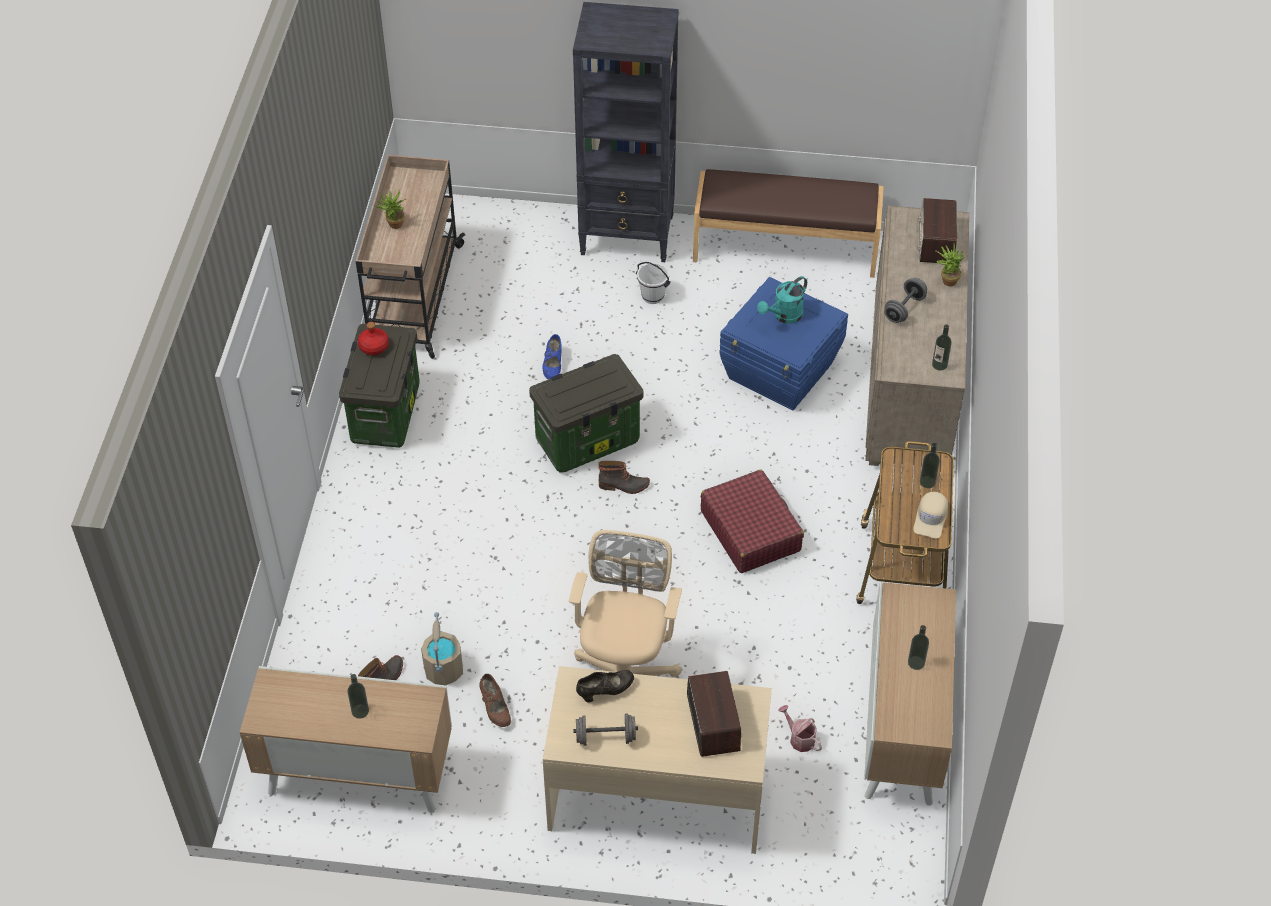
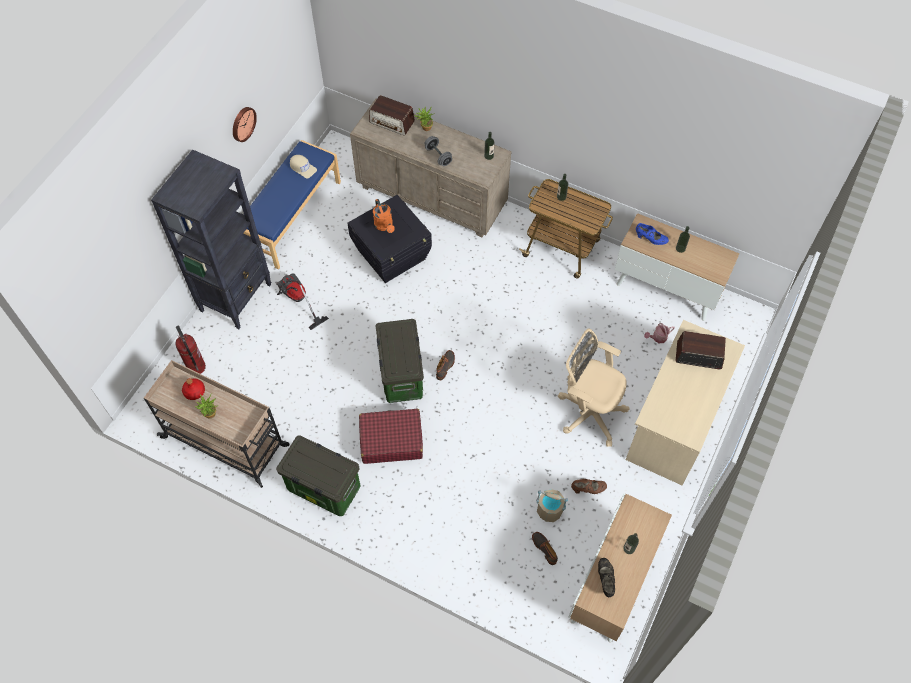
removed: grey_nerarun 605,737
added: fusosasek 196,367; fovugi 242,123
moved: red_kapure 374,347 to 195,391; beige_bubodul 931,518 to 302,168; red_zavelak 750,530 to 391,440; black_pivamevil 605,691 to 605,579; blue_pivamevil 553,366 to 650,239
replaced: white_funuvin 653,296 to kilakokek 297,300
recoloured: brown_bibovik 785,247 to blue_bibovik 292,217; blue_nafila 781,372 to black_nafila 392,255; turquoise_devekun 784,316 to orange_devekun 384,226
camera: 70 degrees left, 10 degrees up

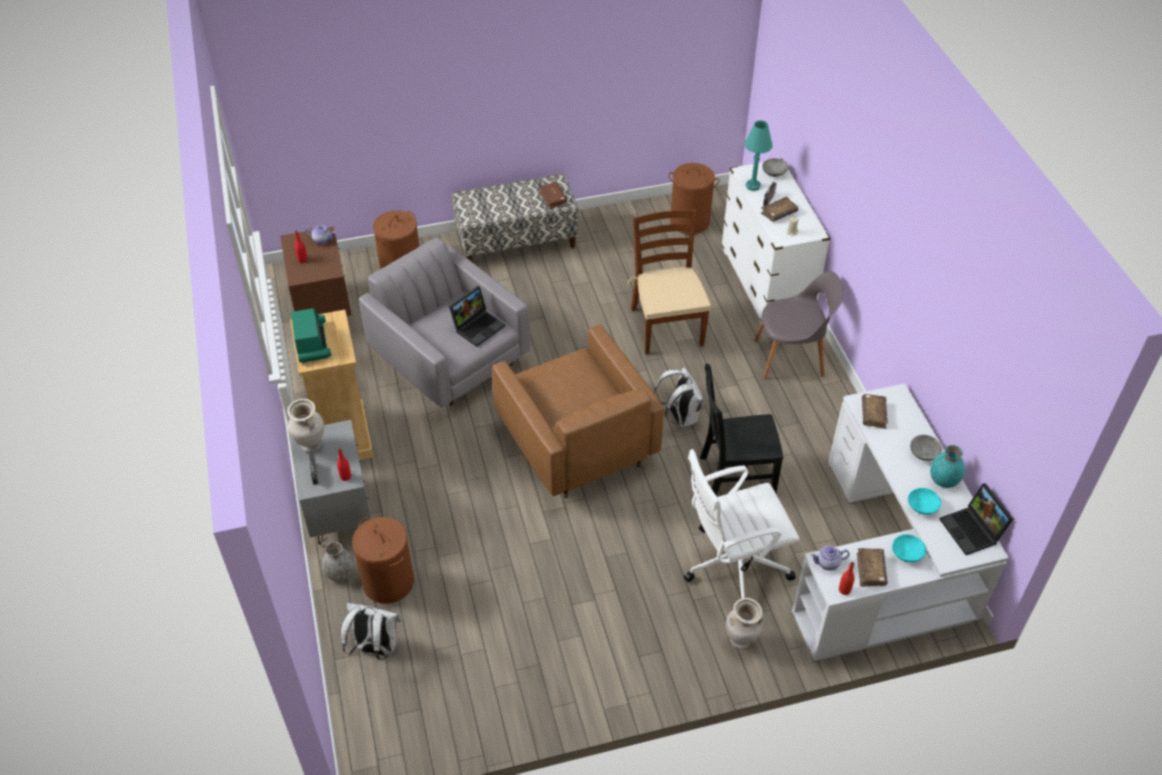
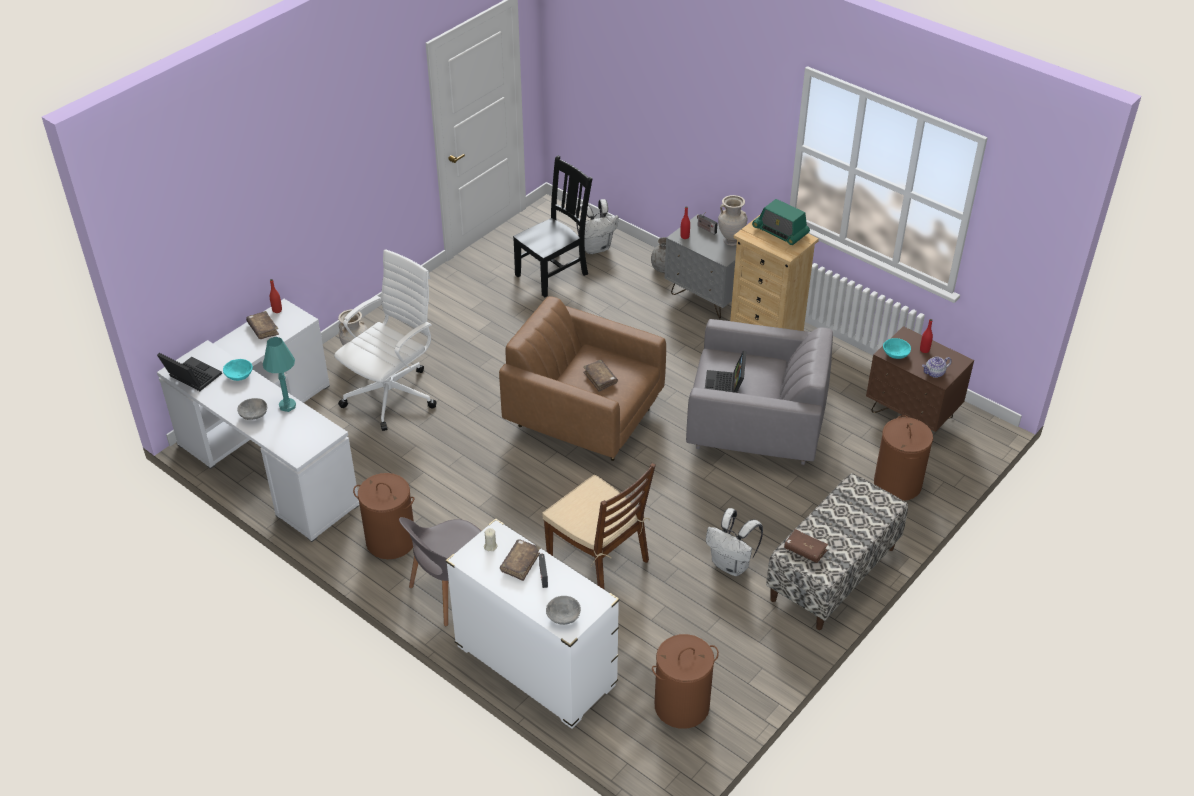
removed: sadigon 827,563; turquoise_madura 943,480
moved: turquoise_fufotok 753,186 to 287,406; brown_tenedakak 388,582 to 390,541; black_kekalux 734,474 to 553,273; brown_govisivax 873,414 to 600,378; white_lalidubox 680,417 to 732,565; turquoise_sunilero 907,554 to 895,354
camera: 145 degrees right, 5 degrees down

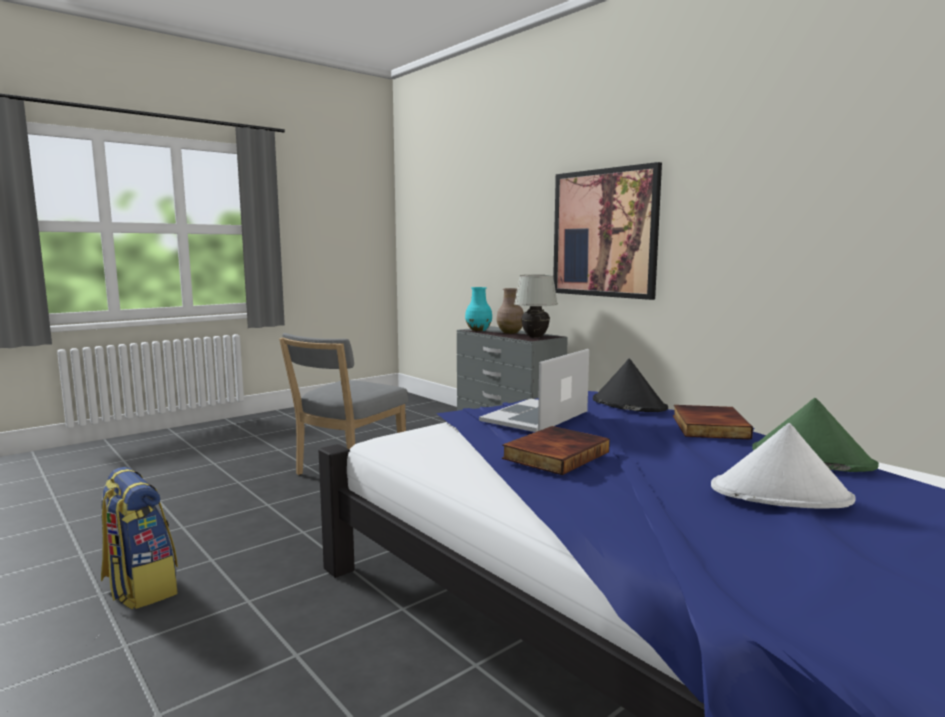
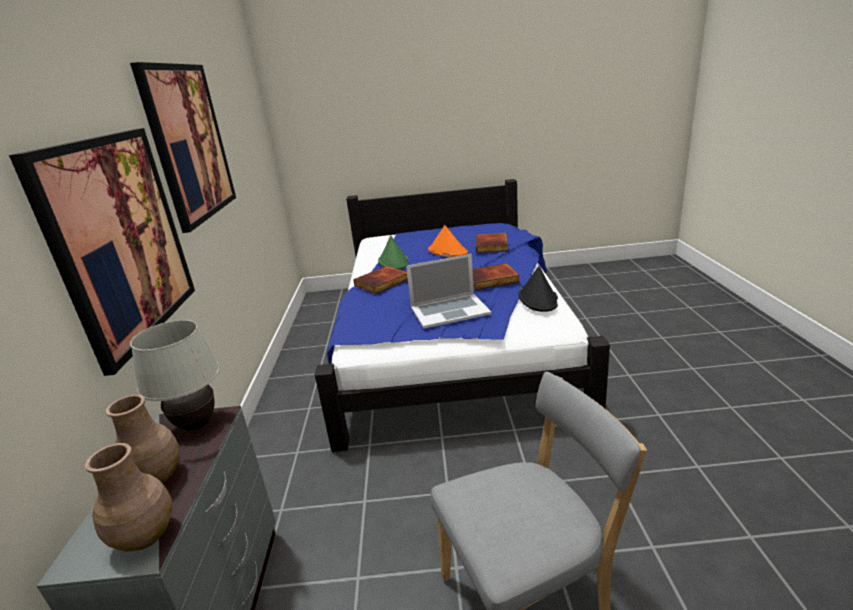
removed: lalidubox 140,588
added: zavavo 189,143; govisivax 492,245
moved: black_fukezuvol 628,404 to 538,298
recoloured: turquoise_madura 478,330 to brown_madura 145,537; white_fukezuvol 781,494 to orange_fukezuvol 447,251
camera: 140 degrees left, 15 degrees up

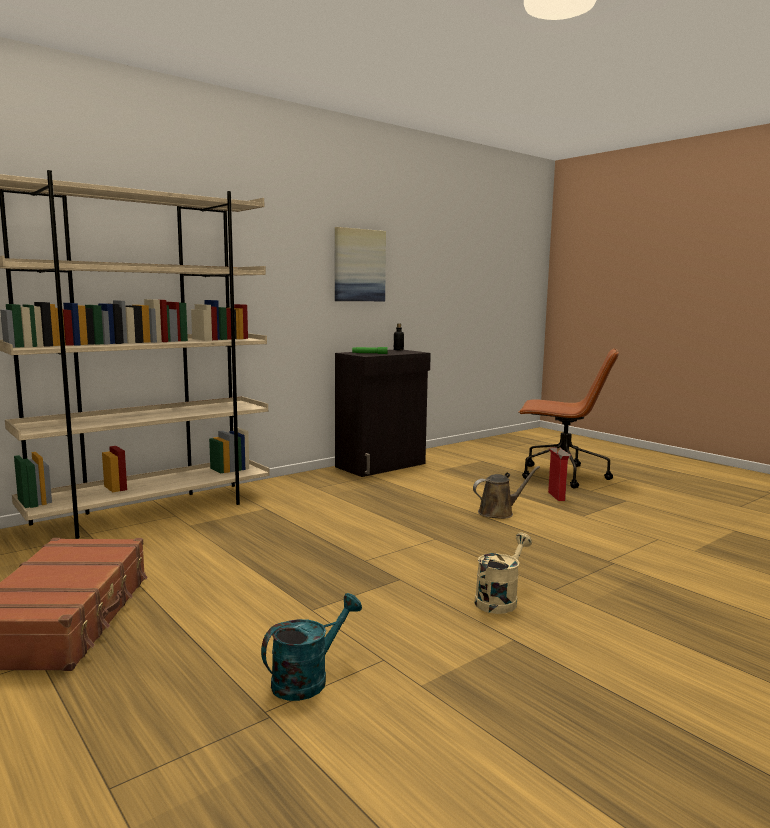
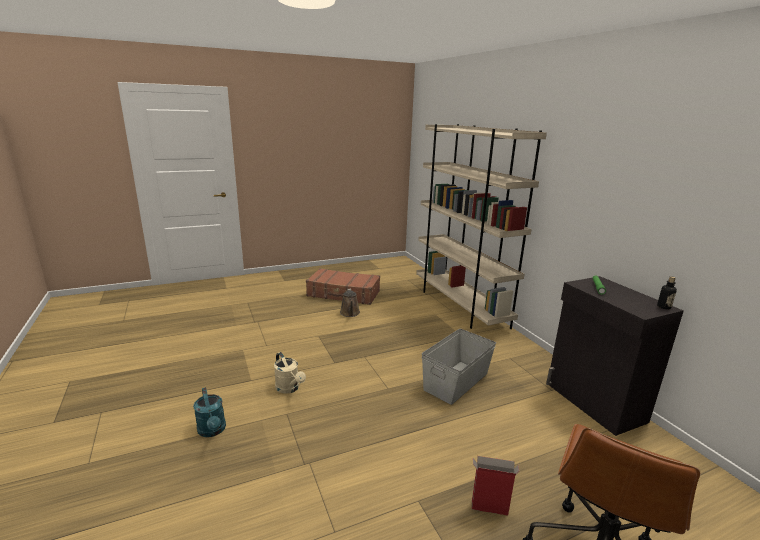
removed: zavavo 359,265
added: grey_nafila 457,381
moved: turquoise_devekun 308,679 to 212,431; brown_devekun 499,512 to 350,313
camera: 105 degrees right, 10 degrees up

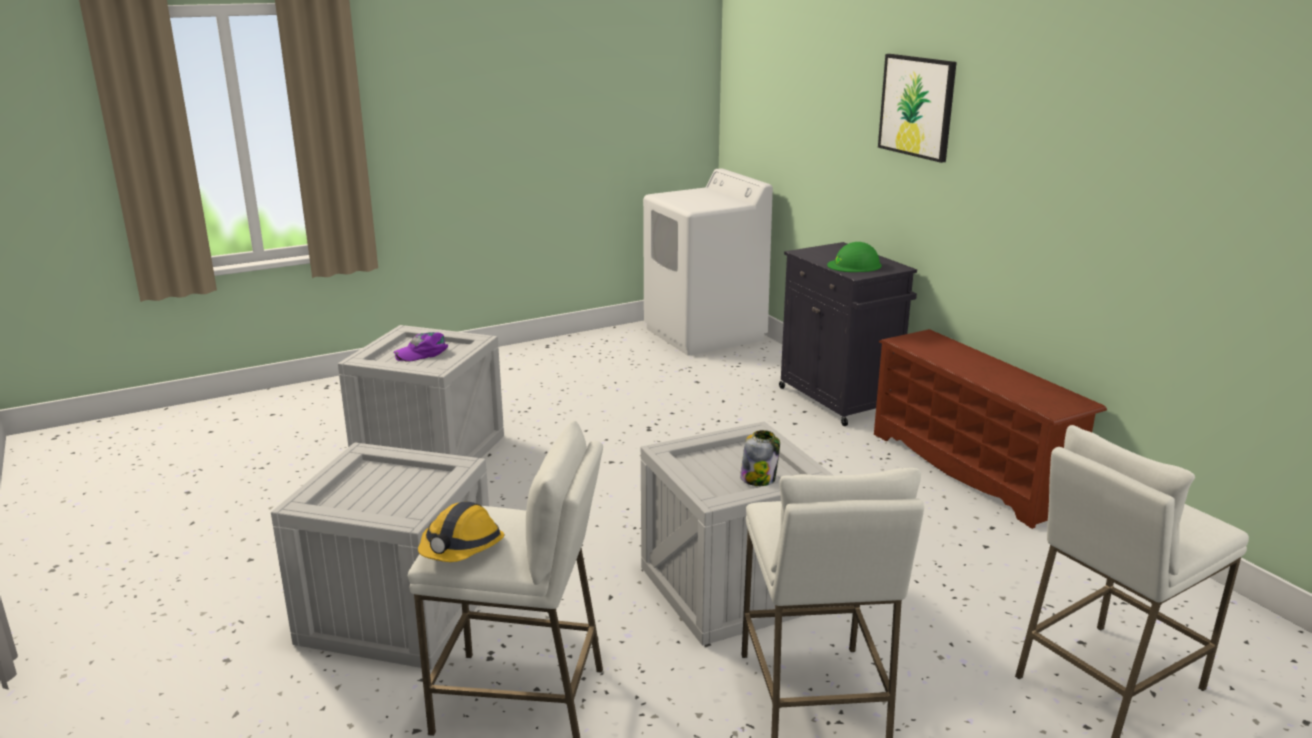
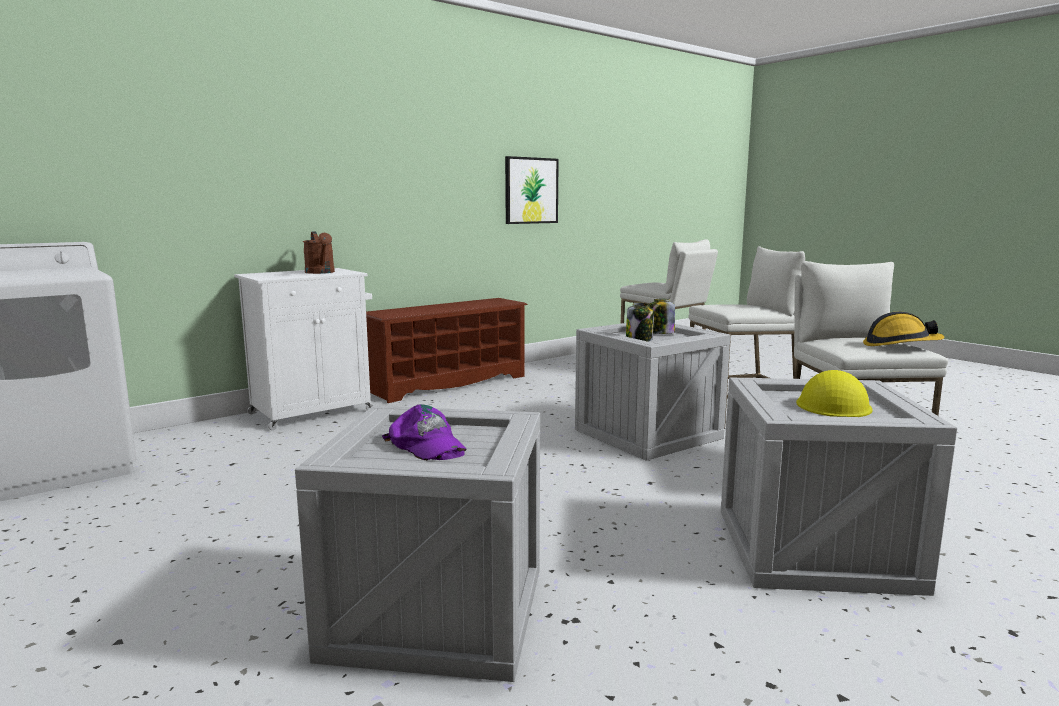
added: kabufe 639,339; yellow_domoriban 833,405
moved: zavavo 917,106 to 531,190
replaced: green_domoriban 854,265 to brown_devekun 321,272
recoloured: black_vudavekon 840,401 to white_vudavekon 313,411
camera: 100 degrees left, 10 degrees down

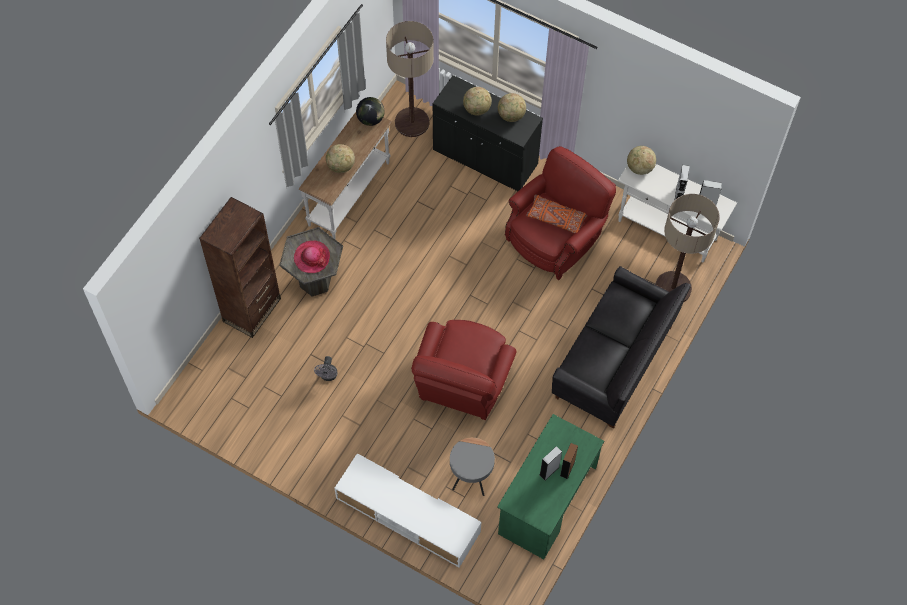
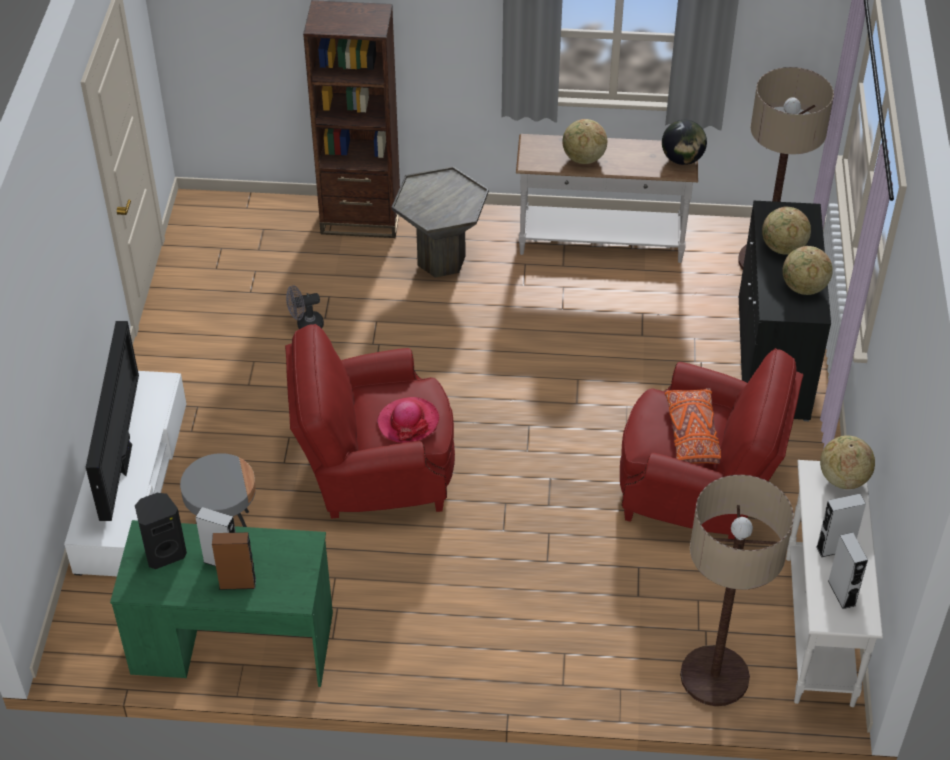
removed: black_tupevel 614,362
added: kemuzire 124,457; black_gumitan 164,553
moved: fukezuvol 312,257 to 408,422
camera: 65 degrees right, 15 degrees down

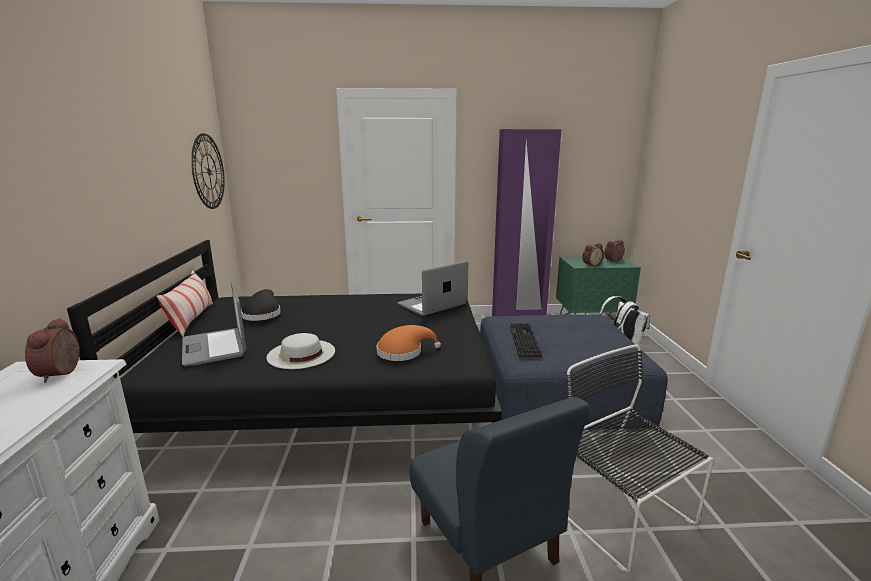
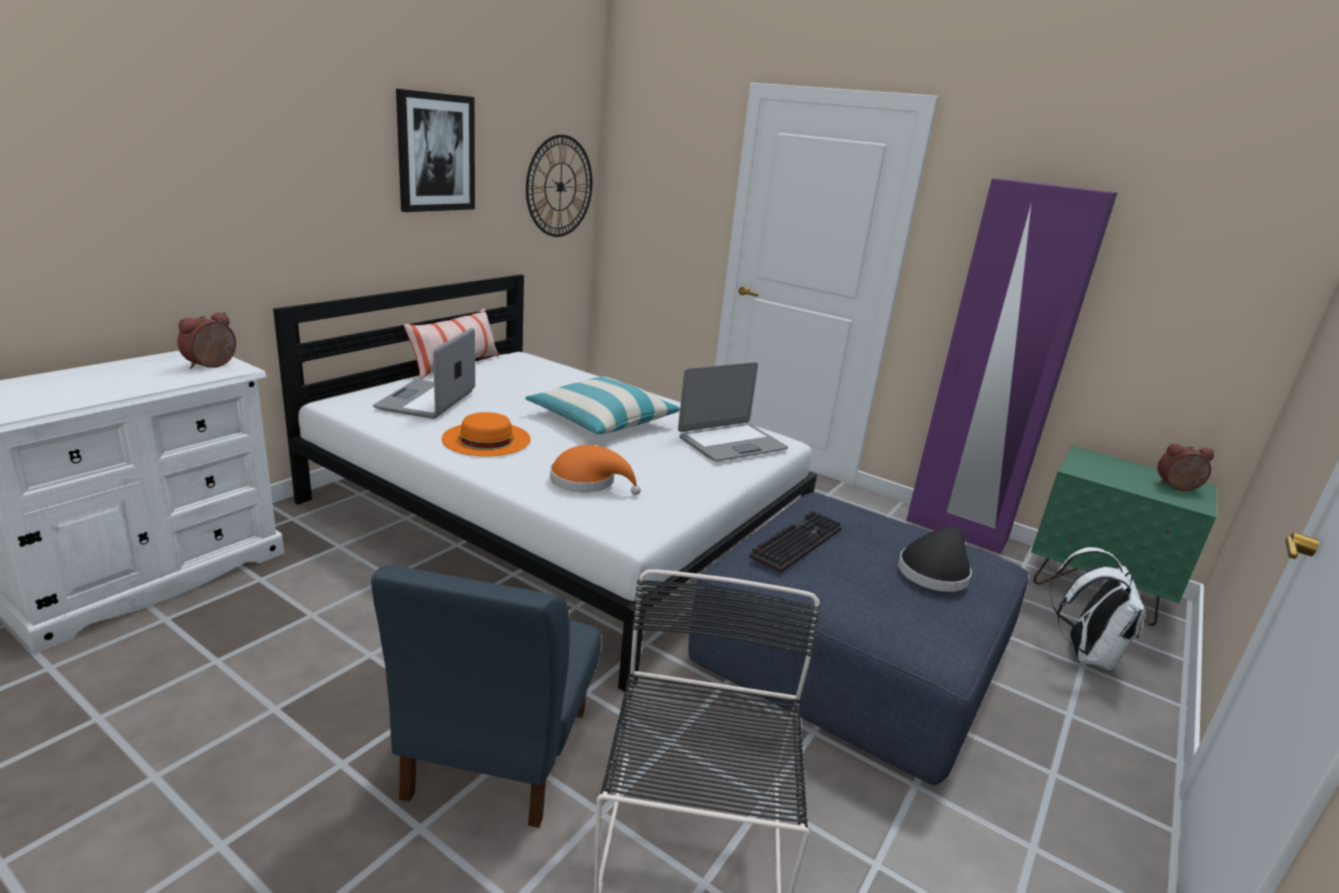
removed: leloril 591,265
added: zavavo 436,153; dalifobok 602,420
moved: black_fukezuvol 262,314 to 934,571
recoloured: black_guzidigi 331,397 to white_guzidigi 556,518; white_fukezuvol 301,354 to orange_fukezuvol 486,439
turned: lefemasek 433,305 = 731,443 150 degrees clockwise
camera: 35 degrees right, 5 degrees up

